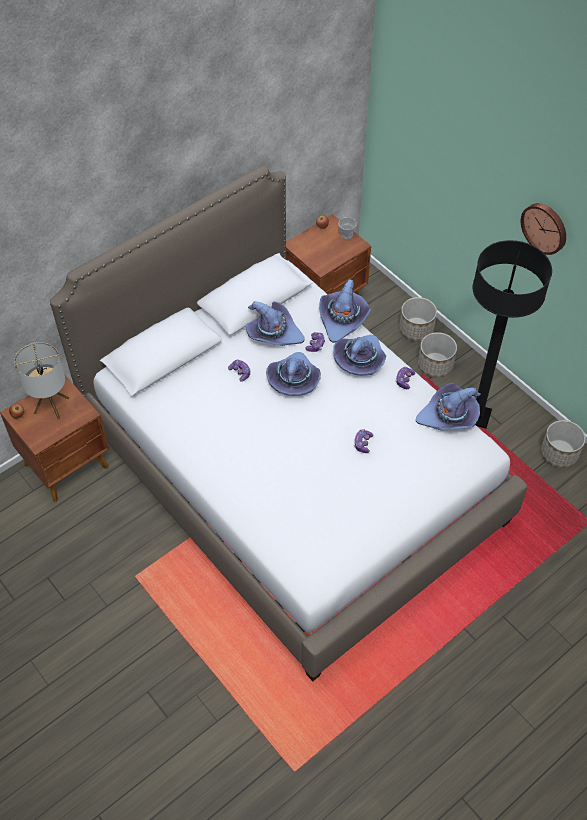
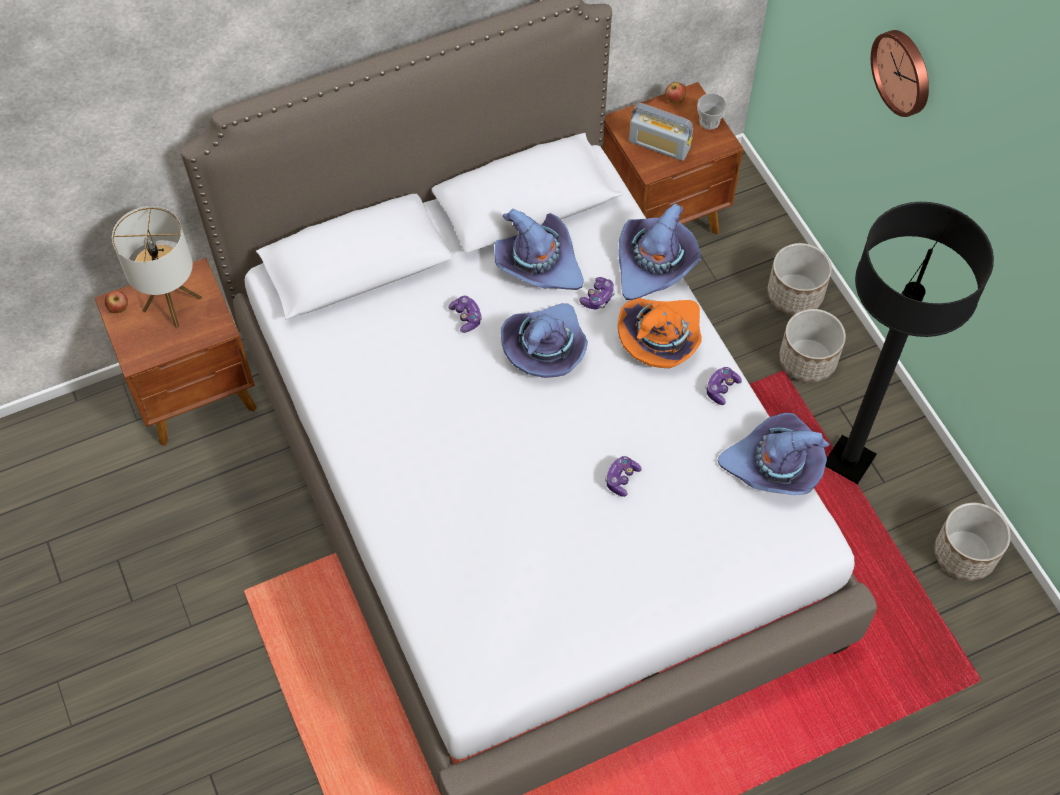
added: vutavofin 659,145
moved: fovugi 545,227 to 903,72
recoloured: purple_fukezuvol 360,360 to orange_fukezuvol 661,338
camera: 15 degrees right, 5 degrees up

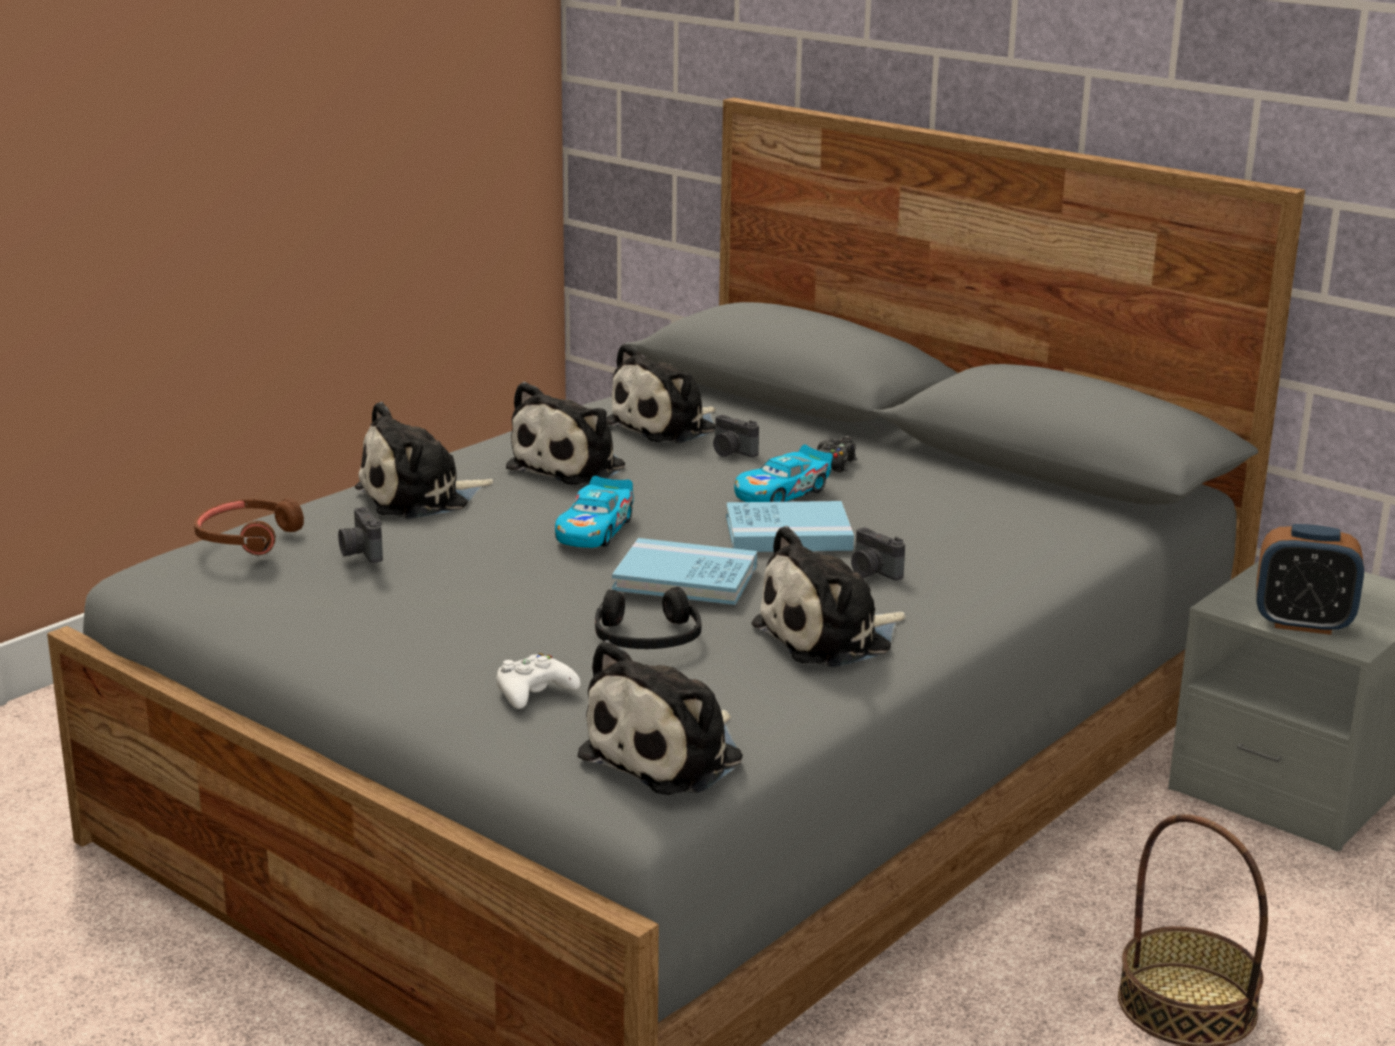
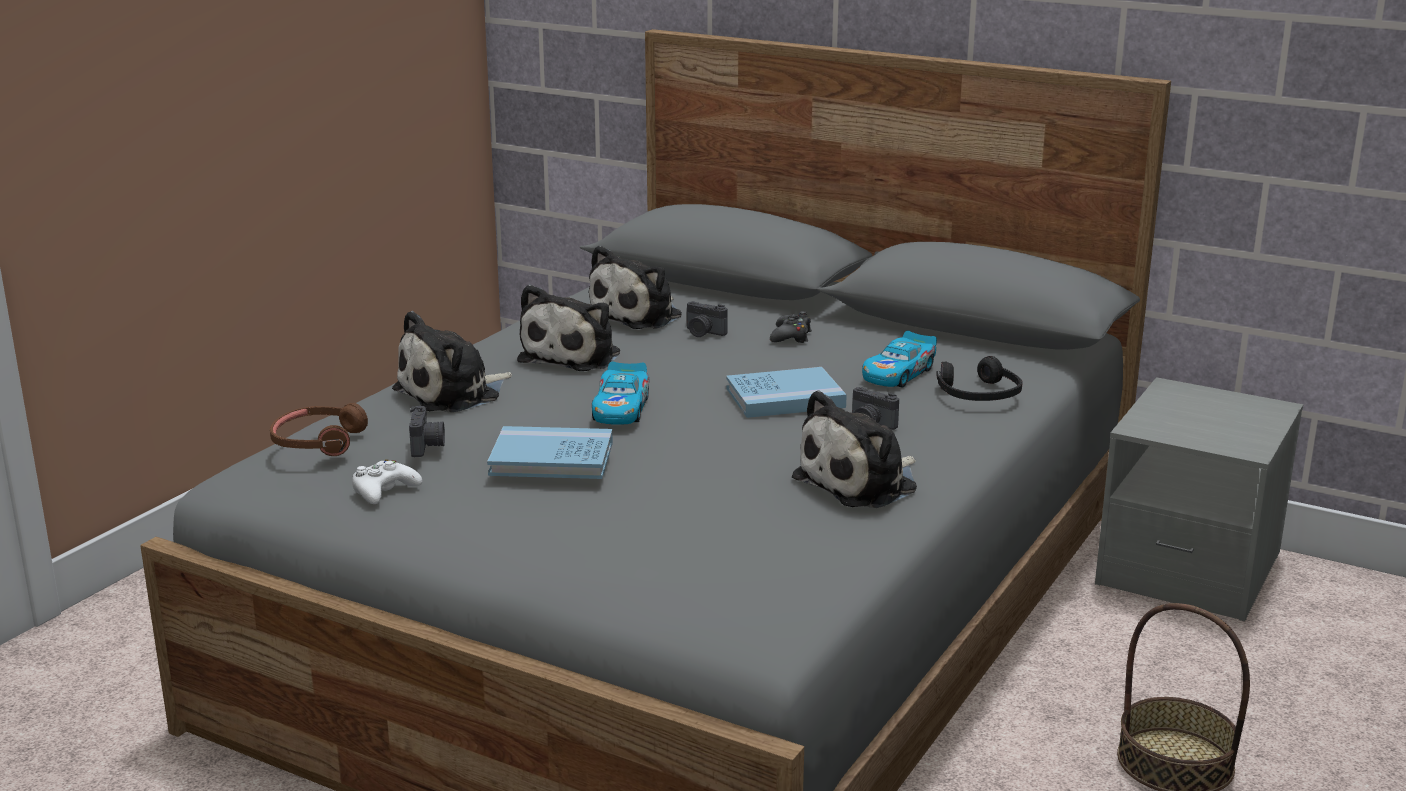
removed: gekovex 669,756; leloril 1302,624
moved: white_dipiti 534,692 to 384,491; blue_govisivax 685,578 to 551,459; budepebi 781,493 to 898,374; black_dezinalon 647,638 to 978,395
turned: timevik 360,552 = 427,446 150 degrees counterclockwise
camera: 10 degrees left, 0 degrees up

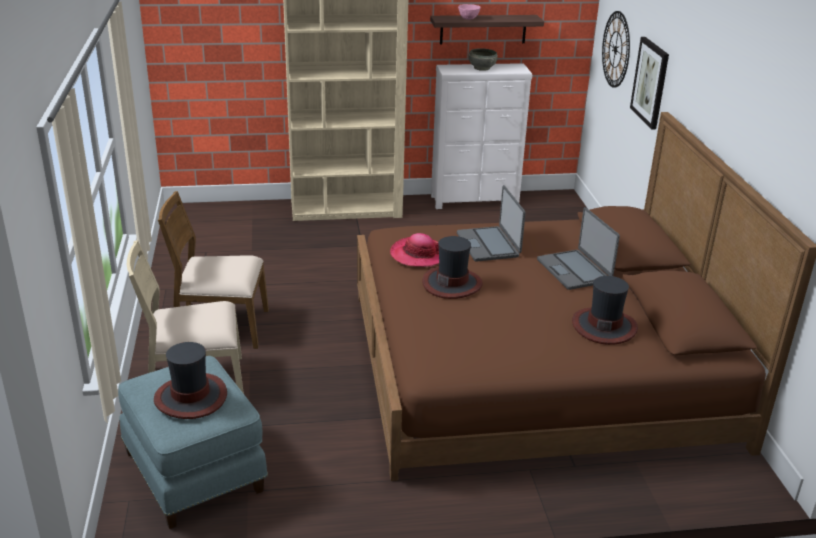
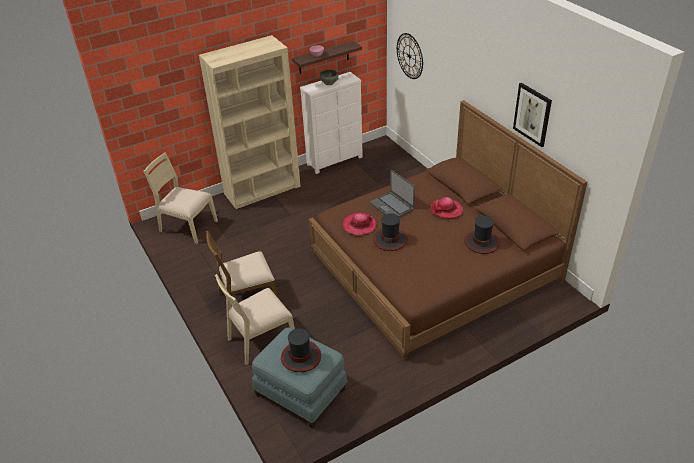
added: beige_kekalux 187,226
moved: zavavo 650,82 to 532,114
replaced: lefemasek 574,270 to fukezuvol 446,210
camera: 20 degrees left, 10 degrees up

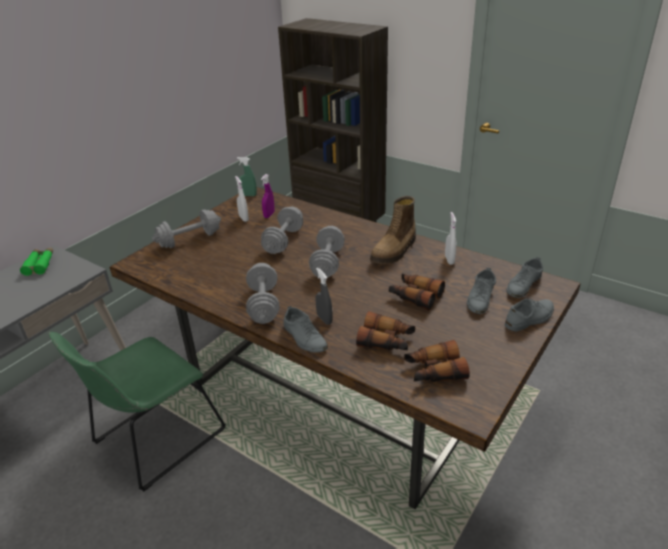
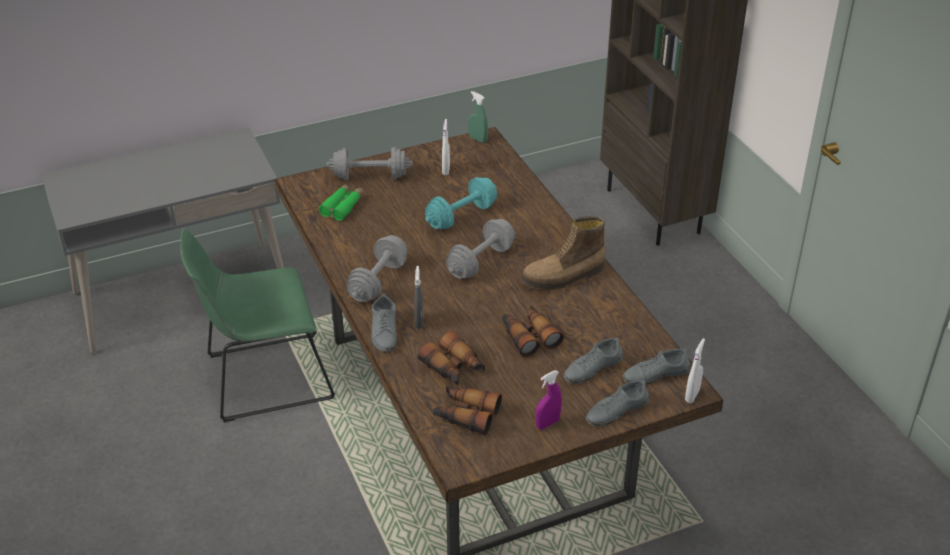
moved: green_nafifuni 40,264 to 343,206; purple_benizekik 269,215 to 547,423; white_benizekik 449,260 to 692,395
recoloured: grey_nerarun 283,241 to turquoise_nerarun 461,216
turned: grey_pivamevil 529,318 = 616,410 150 degrees clockwise
camera: 30 degrees right, 5 degrees up

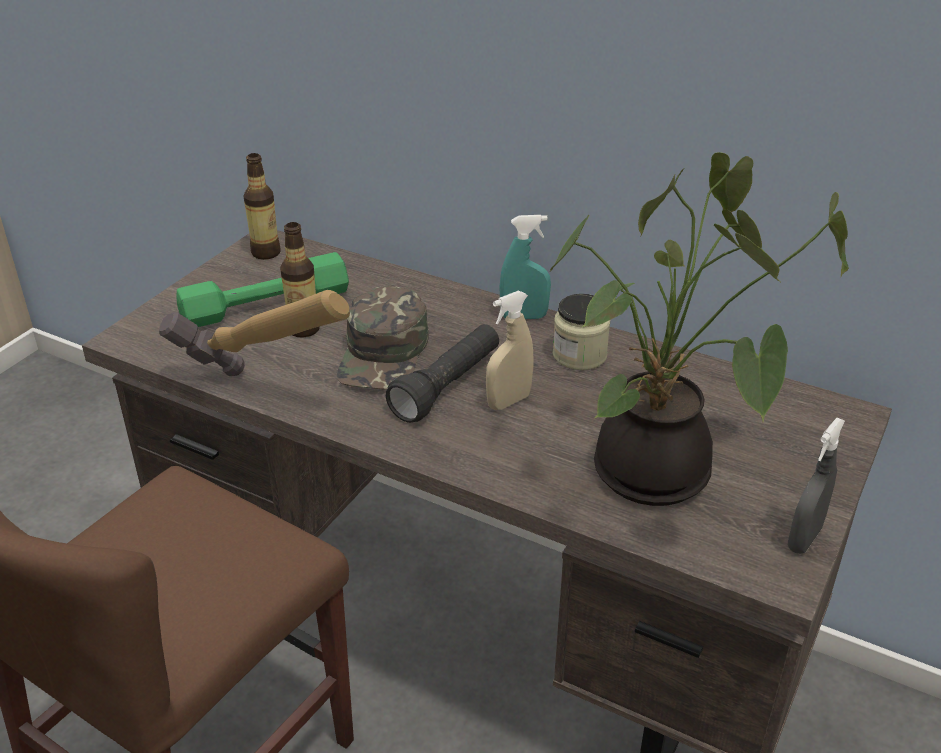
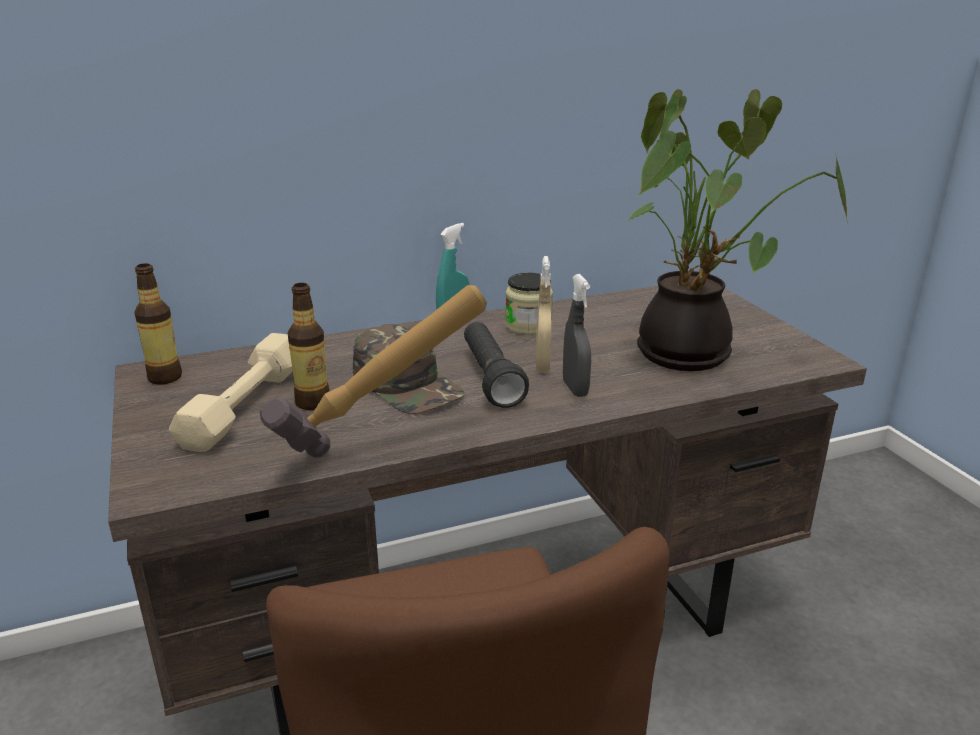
moved: grey_benizekik 804,539 to 575,389
recoloured: green_nerarun 266,305 to beige_nerarun 245,405
camera: 50 degrees left, 10 degrees down

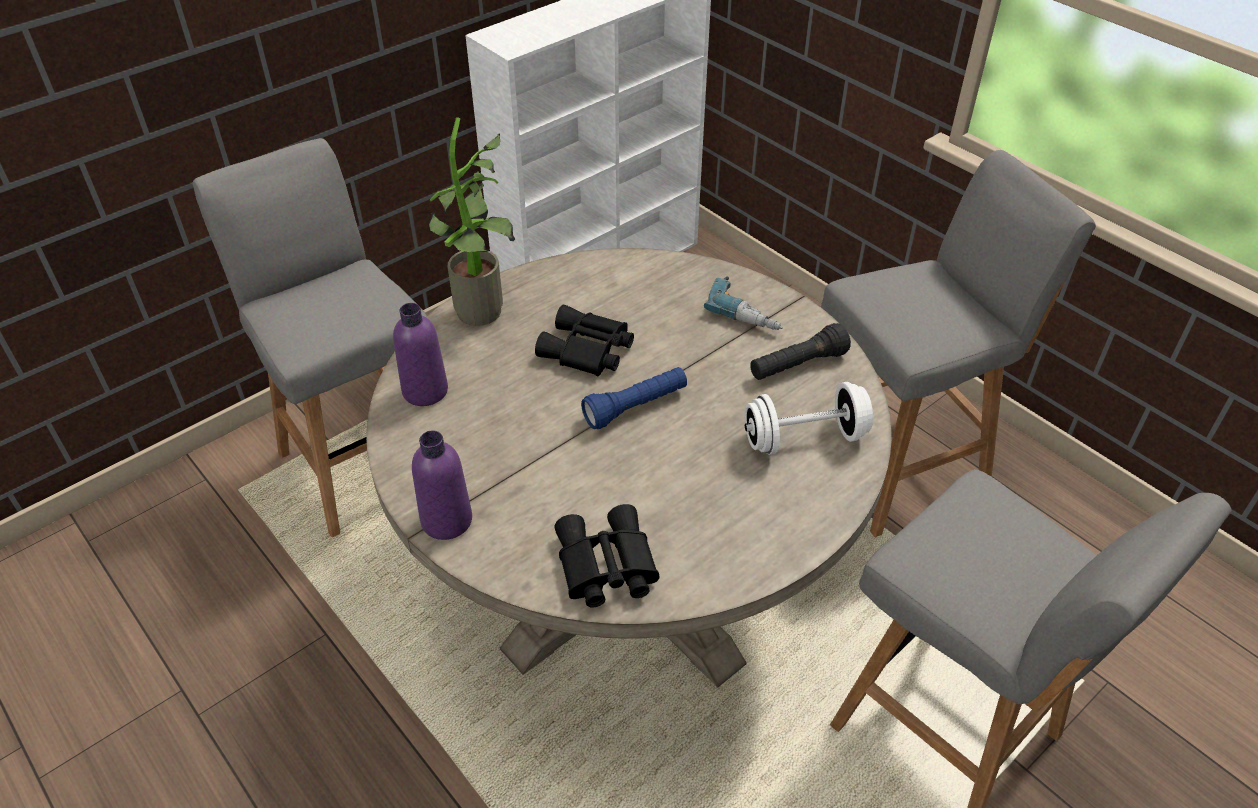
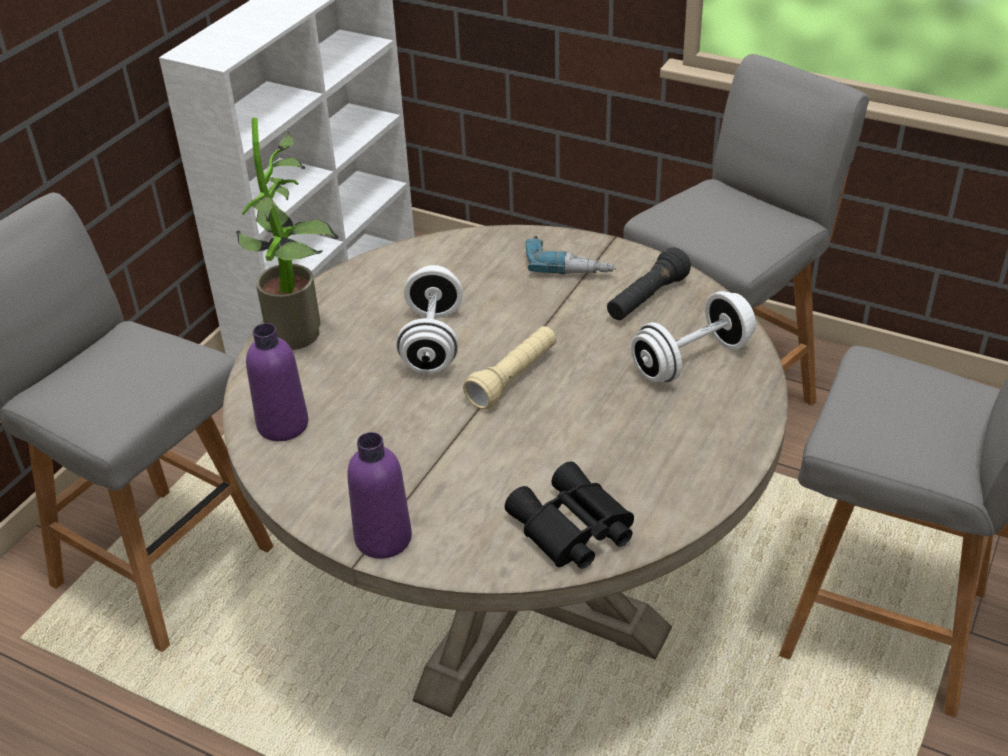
replaced: black_nafifuni 587,351 to white_nerarun 432,341
recoloured: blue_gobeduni 636,407 to beige_gobeduni 513,378
camera: 20 degrees left, 5 degrees down

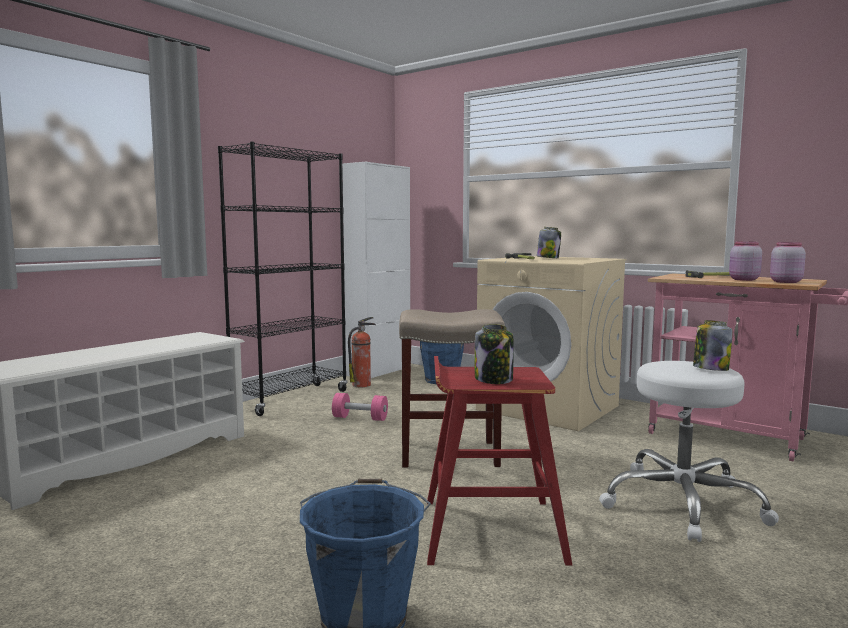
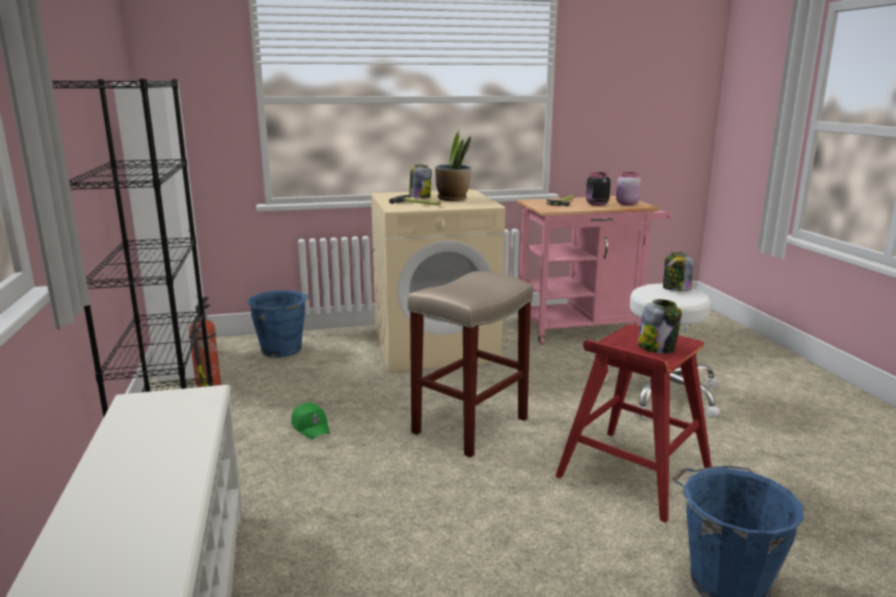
added: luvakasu 453,199
replaced: pink_nerarun 360,418 to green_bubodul 311,427
recoloured: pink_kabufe 743,279 to black_kabufe 596,204
camera: 50 degrees left, 10 degrees up

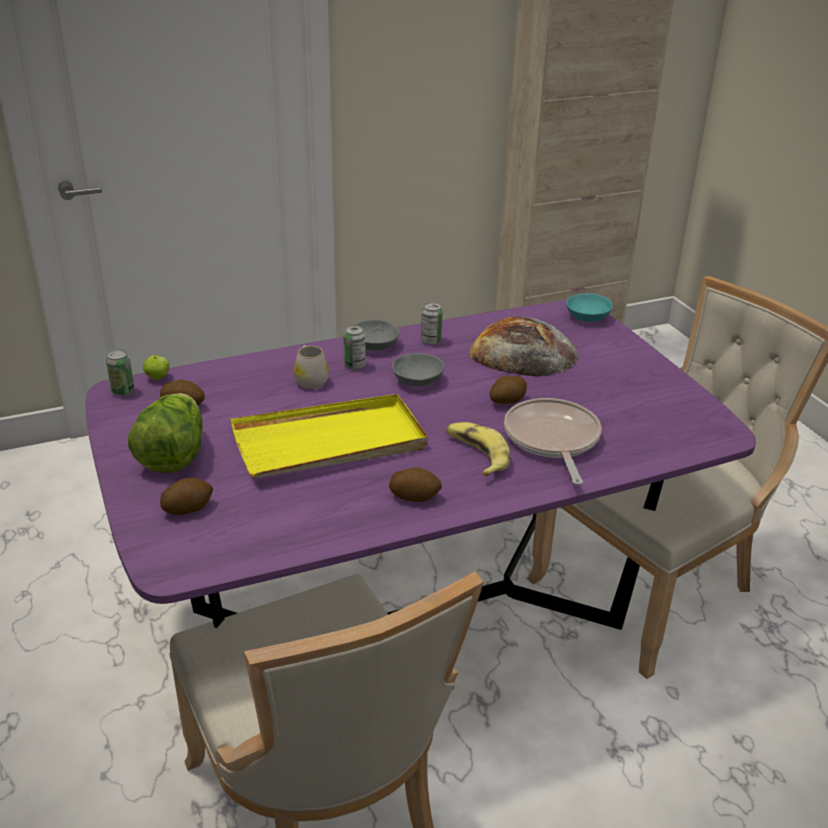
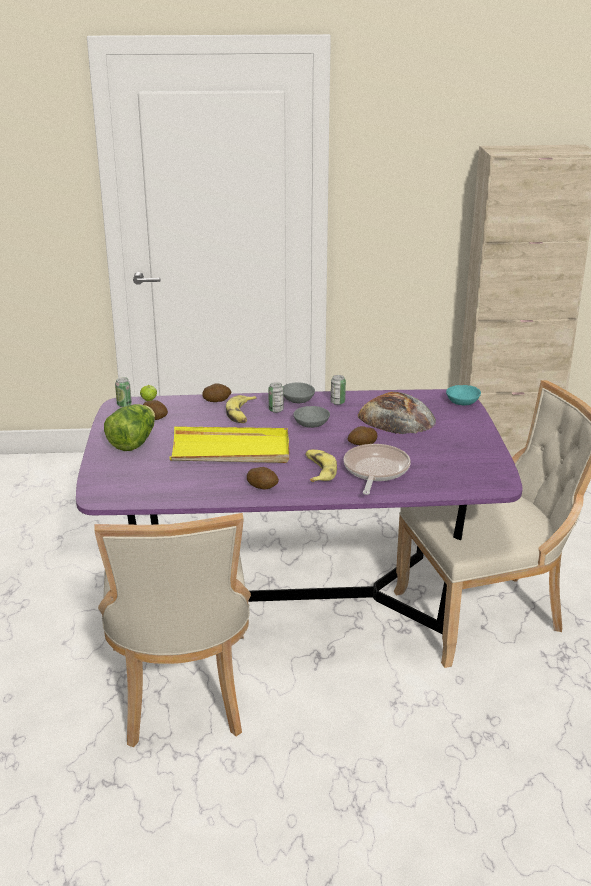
moved: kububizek 188,508 to 217,400
replaced: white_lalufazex 310,380 to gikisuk 241,414
camera: 20 degrees right, 5 degrees down

